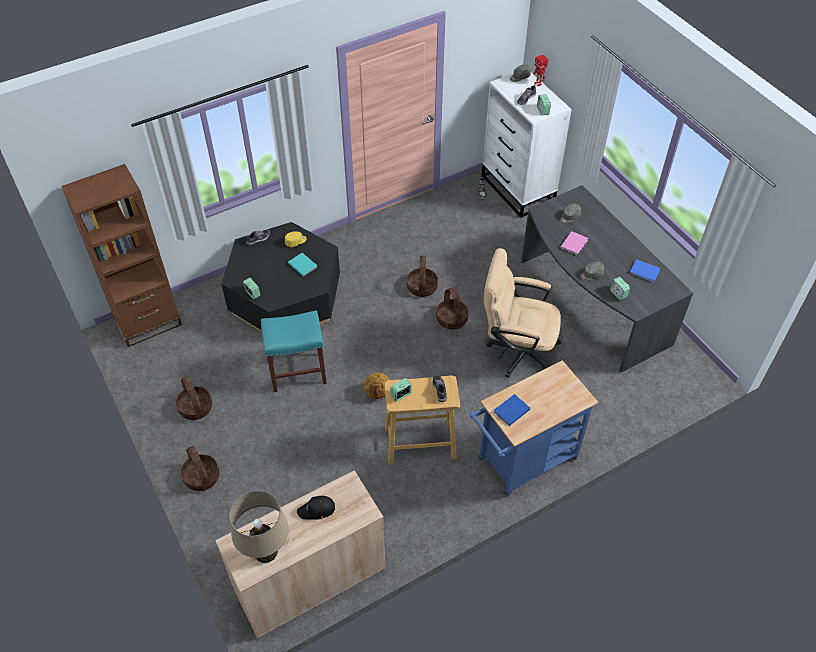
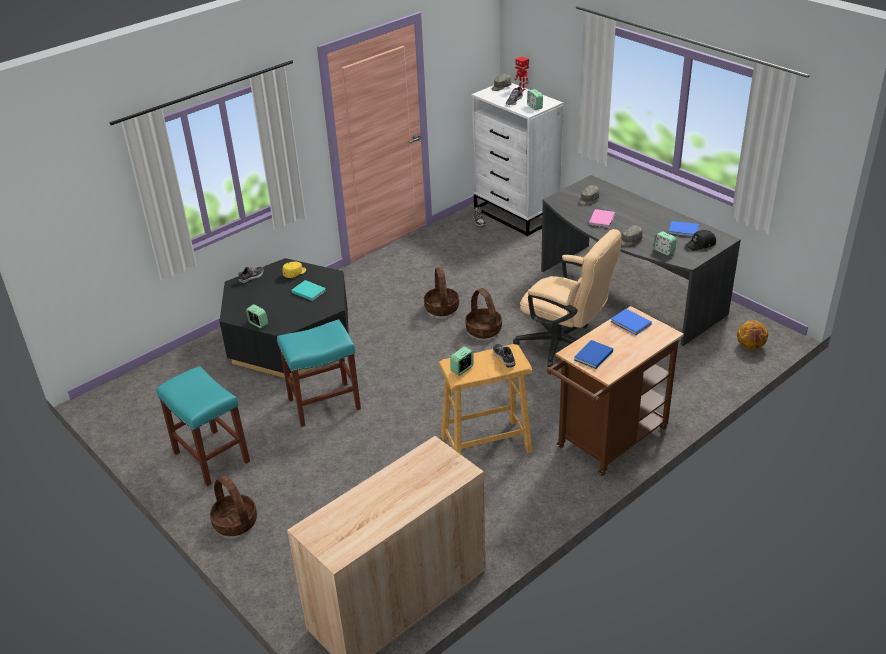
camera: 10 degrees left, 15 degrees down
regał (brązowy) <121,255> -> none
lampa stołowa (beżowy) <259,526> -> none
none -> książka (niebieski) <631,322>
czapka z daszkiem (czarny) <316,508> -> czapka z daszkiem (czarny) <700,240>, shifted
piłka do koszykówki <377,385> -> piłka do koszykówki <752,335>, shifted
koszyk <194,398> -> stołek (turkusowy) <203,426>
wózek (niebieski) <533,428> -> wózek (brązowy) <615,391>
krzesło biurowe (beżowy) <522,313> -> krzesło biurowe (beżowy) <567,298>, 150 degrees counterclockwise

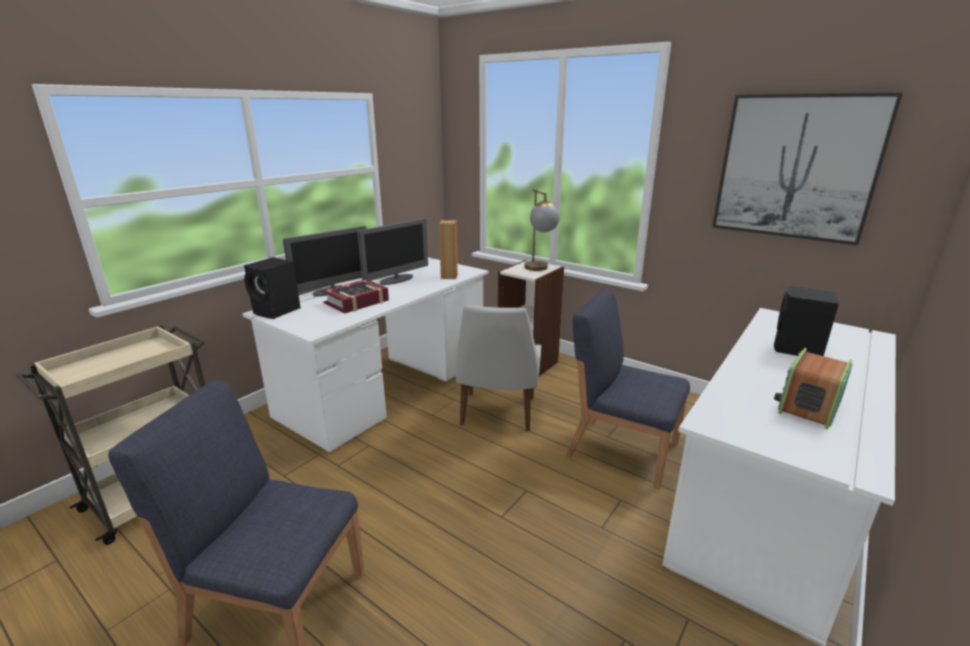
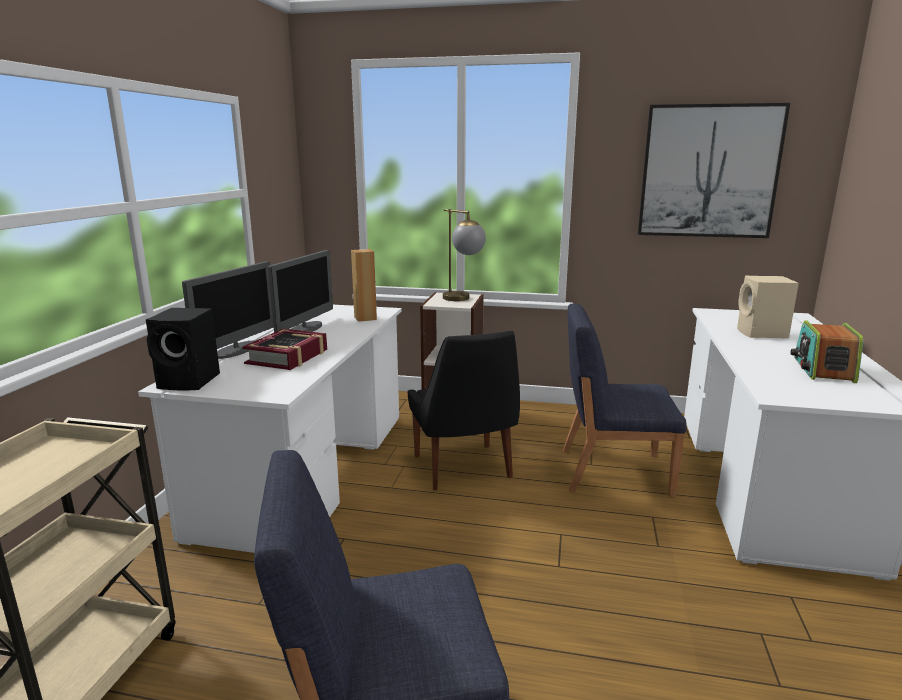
camera: 25 degrees left, 5 degrees down
krzesło (biały) <498,368> -> krzesło (czarny) <464,410>
głośnik (czarny) <806,321> -> głośnik (beżowy) <768,306>

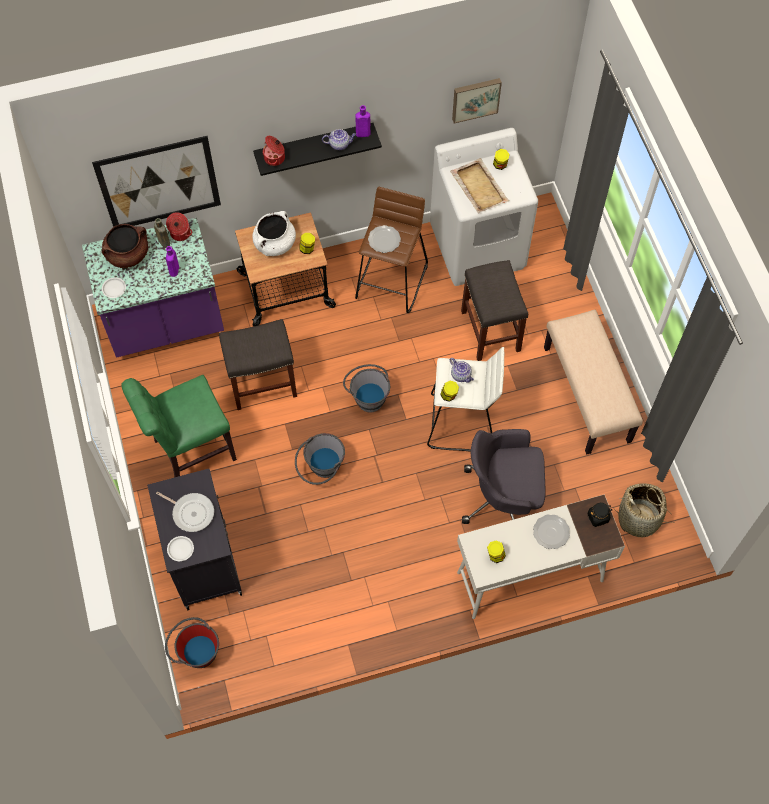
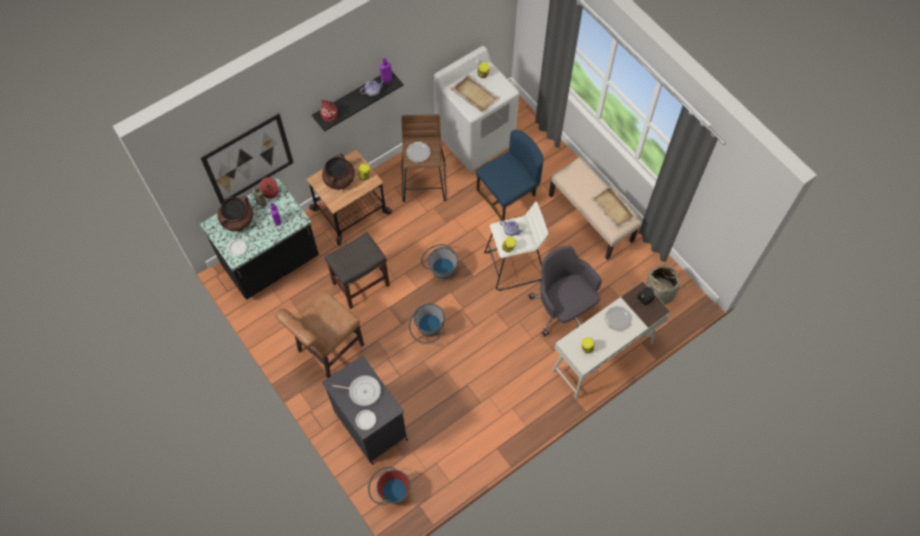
camera: 20 degrees left, 0 degrees up
obraz <477,101> -> none
none -> taca (beżowy) <614,207>
stołek (szary) <494,310> -> krzesło (niebieski) <509,175>
zabudowa kuchenna (fioletowy) <153,288> -> zabudowa kuchenna (czarny) <259,239>
krzesło (zielony) <179,426> -> krzesło (brązowy) <319,334>
garnek (biały) <274,233> -> garnek (brązowy) <338,171>
krzesło biurowe (szary) <504,476> -> krzesło biurowe (szary) <565,291>, 75 degrees clockwise

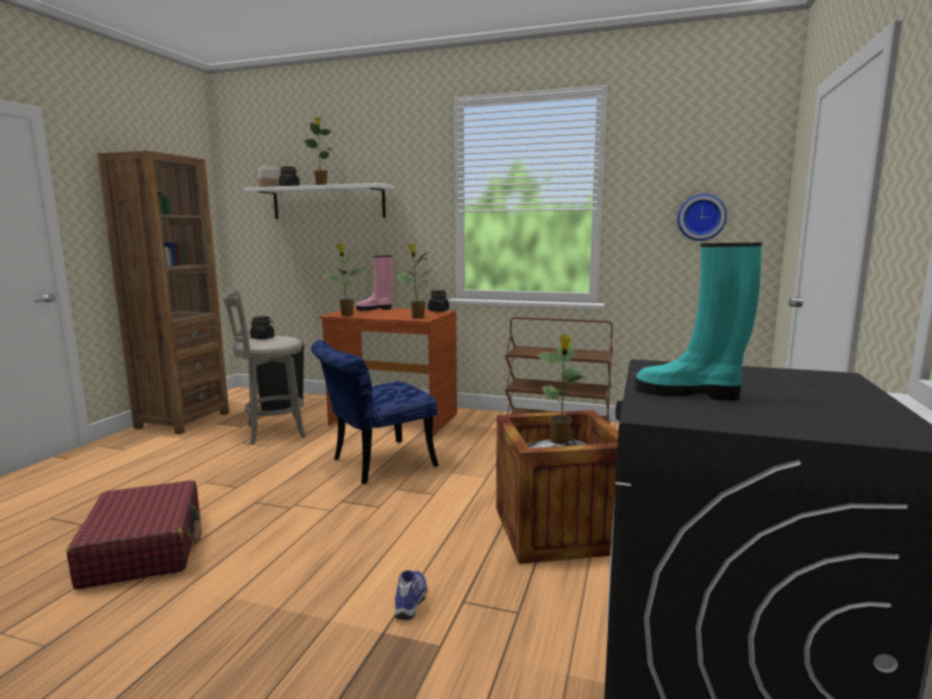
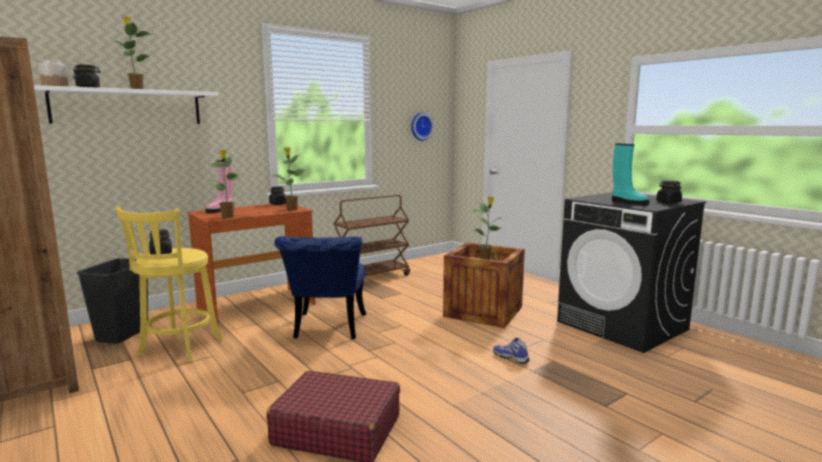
camera: 55 degrees left, 0 degrees up
none -> słoik (czarny) <669,191>
stołek (szary) <264,367> -> stołek (żółty) <169,284>
but z cholewką (turkusowy) <698,321> -> but z cholewką (turkusowy) <630,174>, 90 degrees counterclockwise

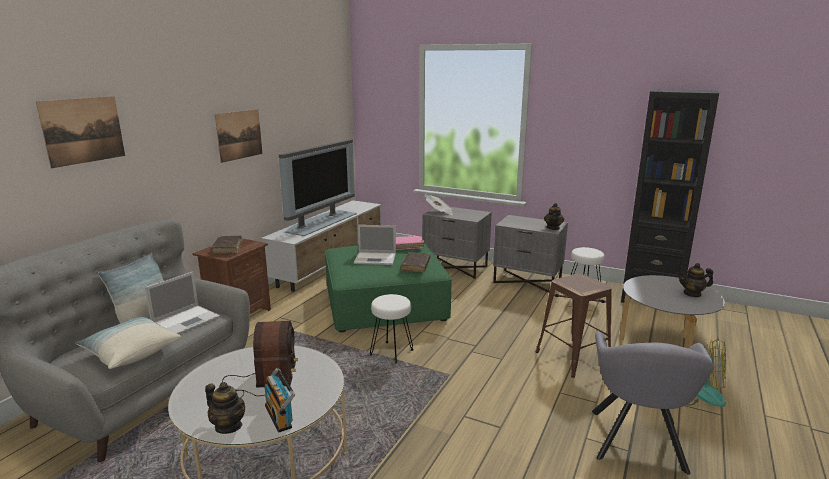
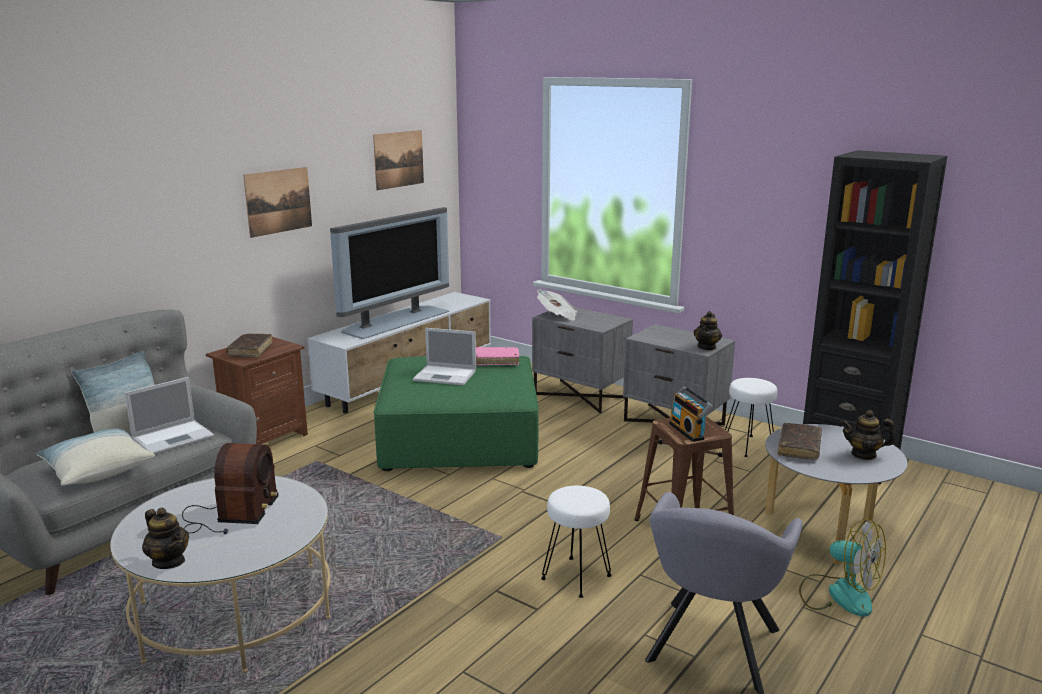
camera: 10 degrees right, 0 degrees up
obraz <80,132> -> obraz <398,160>, shifted
radio <279,400> -> radio <690,414>, shifted
stołek (biały) <392,328> -> stołek (biały) <576,542>, shifted
książka (brązowy) <415,262> -> książka (brązowy) <799,441>, shifted

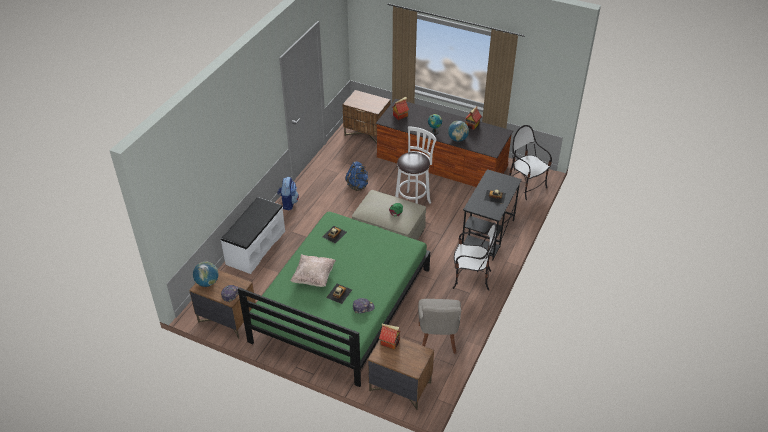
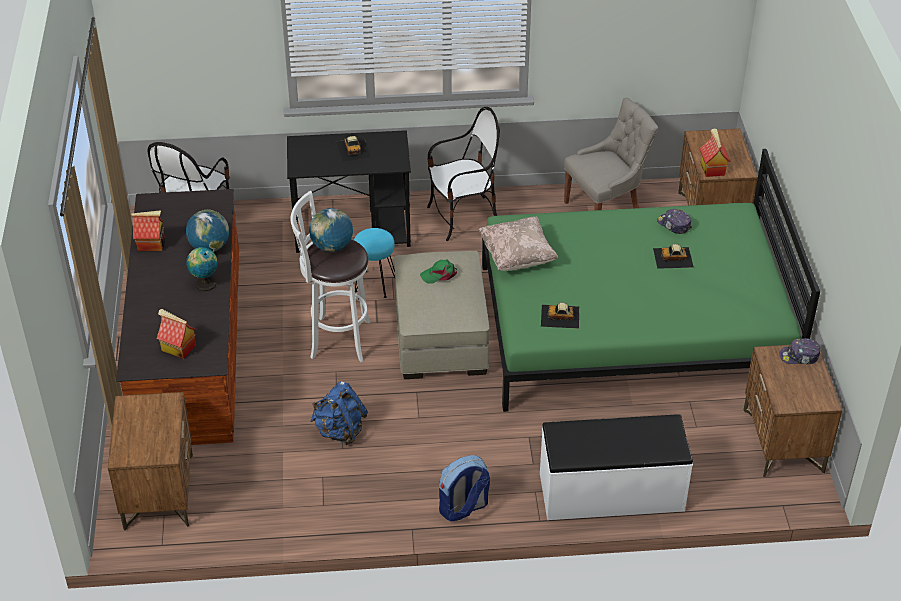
camera: 120 degrees left, 0 degrees up
none -> stołek (turkusowy) <374,263>
globus <205,274> -> globus <331,230>, shifted
poduszka (beżowy) <313,270> -> poduszka (beżowy) <518,243>, shifted
krzesło <474,257> -> krzesło <463,174>, 90 degrees clockwise

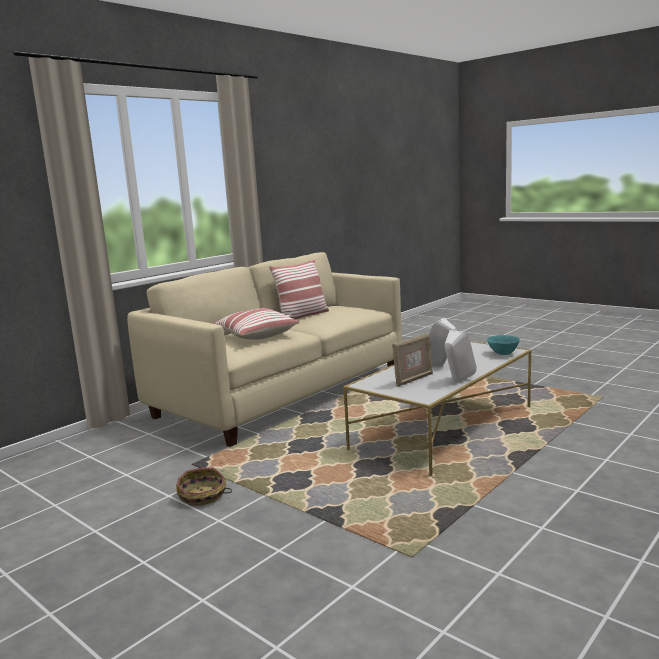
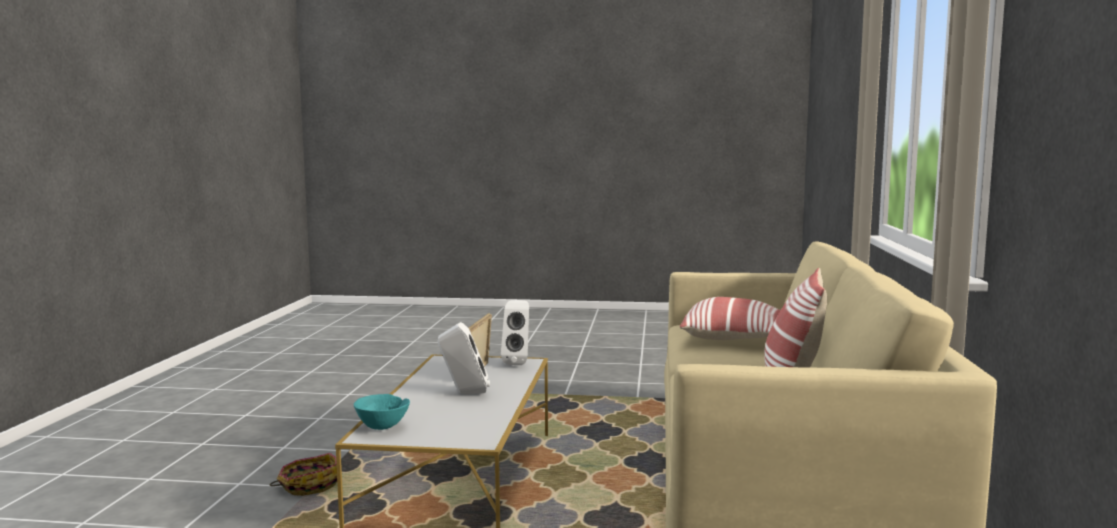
camera: 145 degrees right, 5 degrees down
koszyk <204,487> -> koszyk <303,474>, shifted
głośnik (biały) <460,356> -> głośnik (biały) <515,332>, shifted

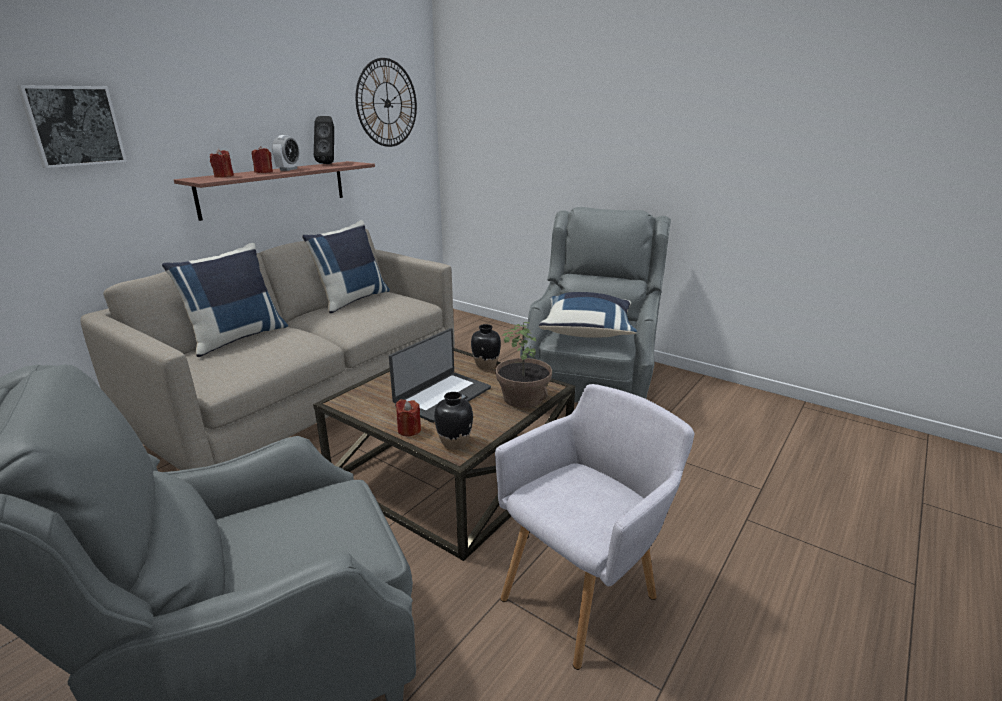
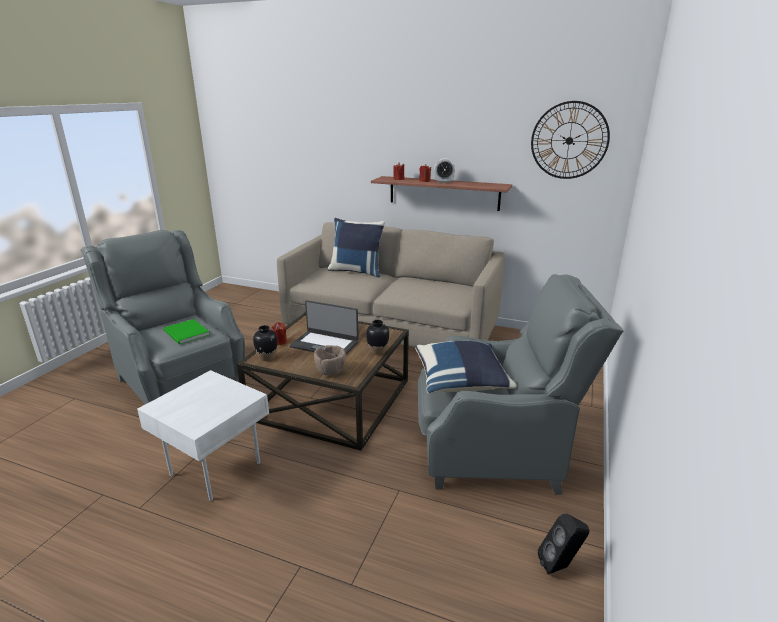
camera: 75 degrees right, 0 degrees up
obraz <72,126> -> none
poduszka (niebieski) <346,267> -> none
none -> książka (zielony) <187,332>
głośnik (czarny) <324,140> -> głośnik (czarny) <563,544>, shifted
roślina doniczkowa <523,365> -> miska (brązowy) <330,360>
fotel (szary) <594,527> -> stolik (biały) <203,435>

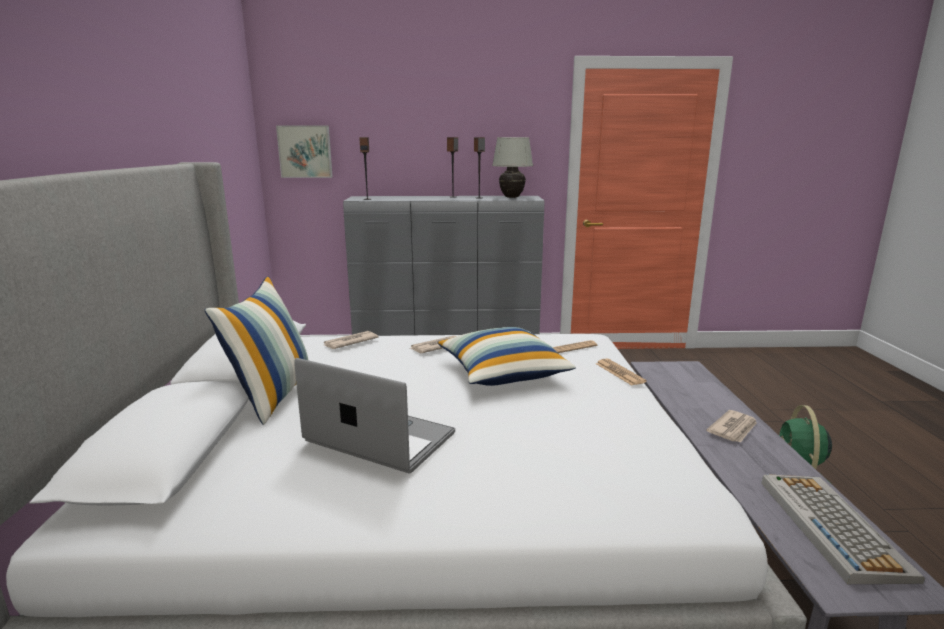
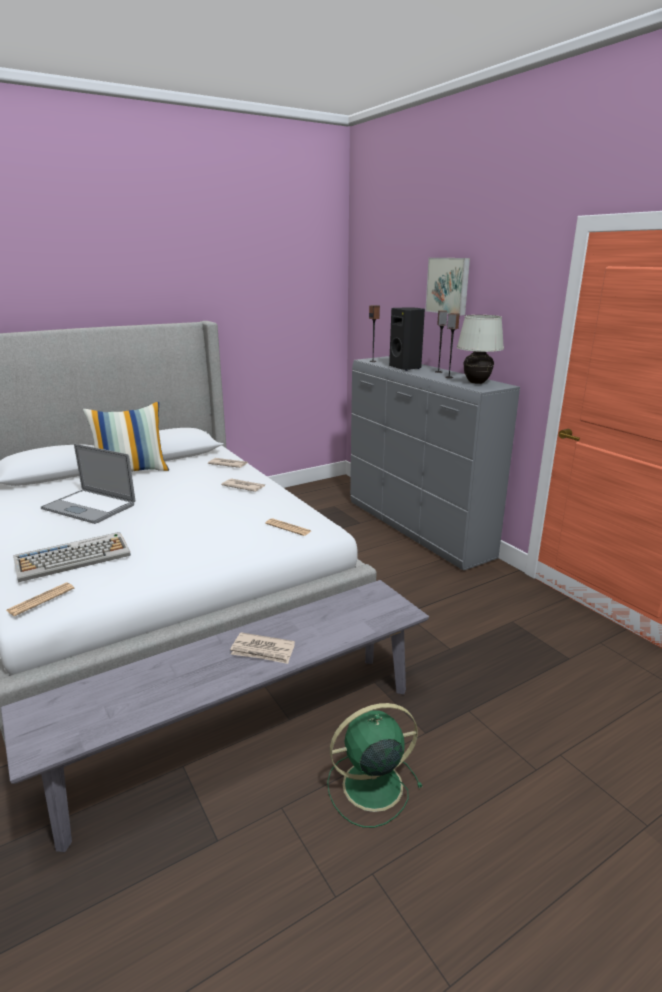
camera: 60 degrees right, 5 degrees up
poduszka <506,356> -> none
none -> głośnik (czarny) <407,339>
obraz <304,151> -> obraz <447,286>, shifted
gazeta <621,372> -> gazeta <40,599>, shifted
klawiatura <843,529> -> klawiatura <72,557>, shifted
laptop <374,416> -> laptop <88,484>, 120 degrees clockwise

